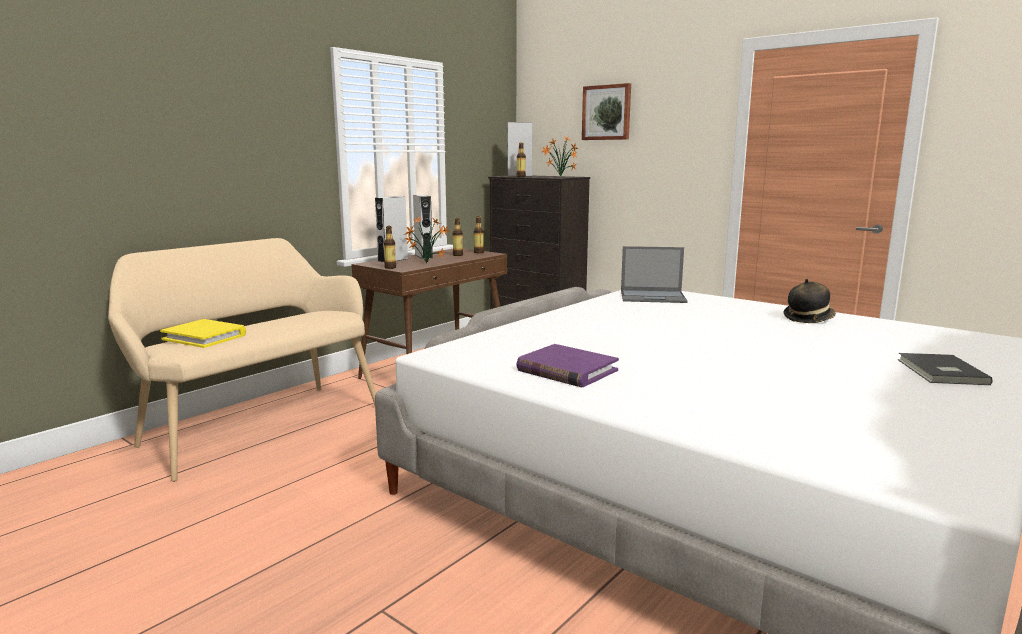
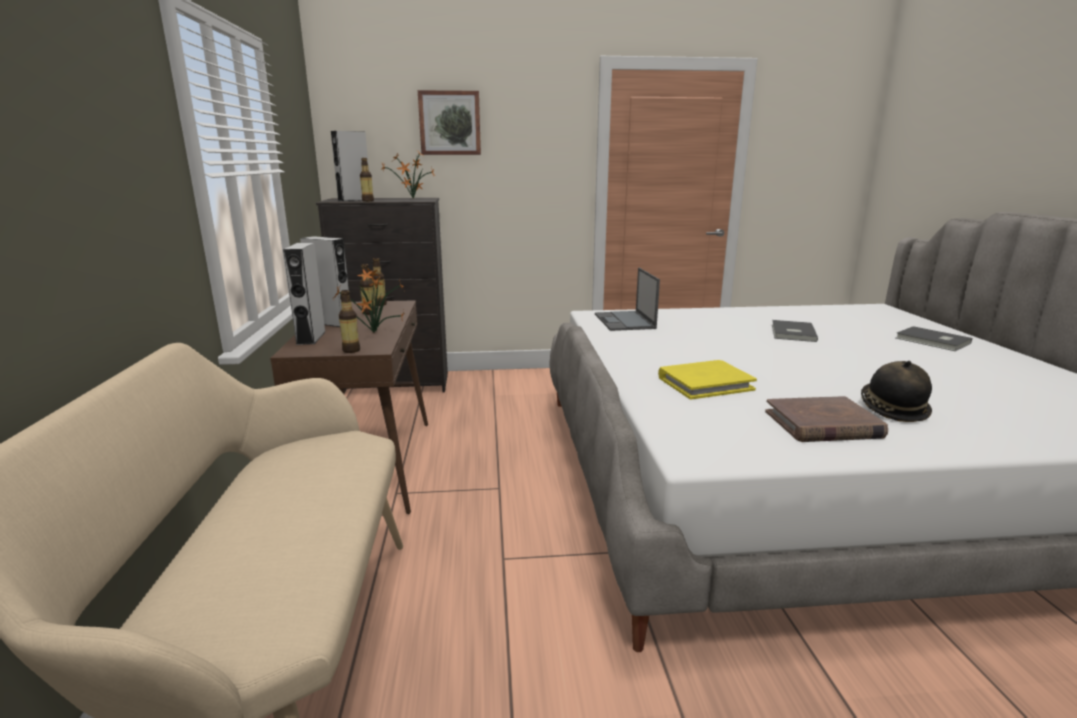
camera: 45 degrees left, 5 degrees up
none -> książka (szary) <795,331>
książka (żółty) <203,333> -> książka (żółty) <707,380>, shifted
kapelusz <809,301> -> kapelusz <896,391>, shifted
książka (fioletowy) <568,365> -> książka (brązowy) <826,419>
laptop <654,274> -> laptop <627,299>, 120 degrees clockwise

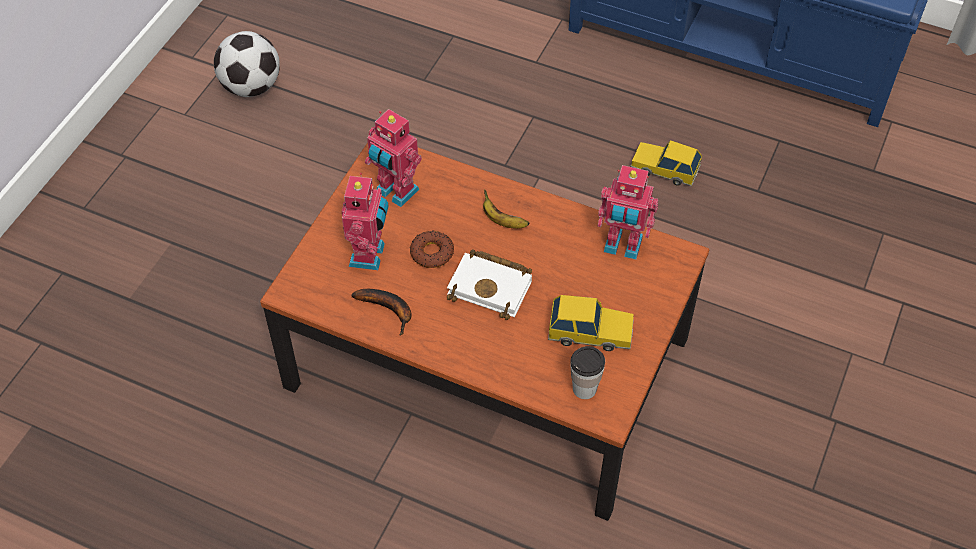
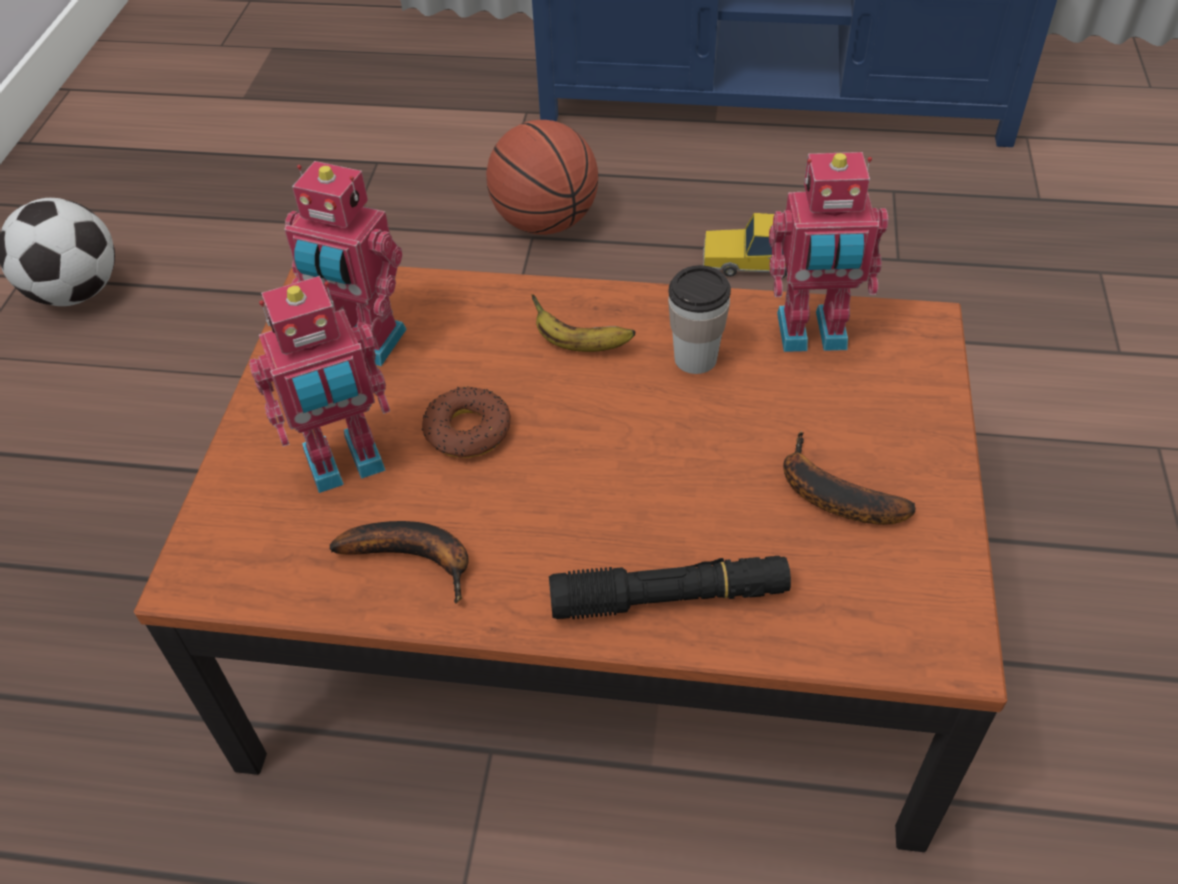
camera: 15 degrees left, 5 degrees down
książka (biały) <489,284> -> none
none -> piłka do koszykówki <542,177>
none -> latarka (czarny) <670,587>
filiżanka <587,372> -> filiżanka <699,319>, shifted
samochodzik <591,323> -> banan <849,478>
robot zabawkowy <365,221> -> robot zabawkowy <319,384>, 75 degrees clockwise

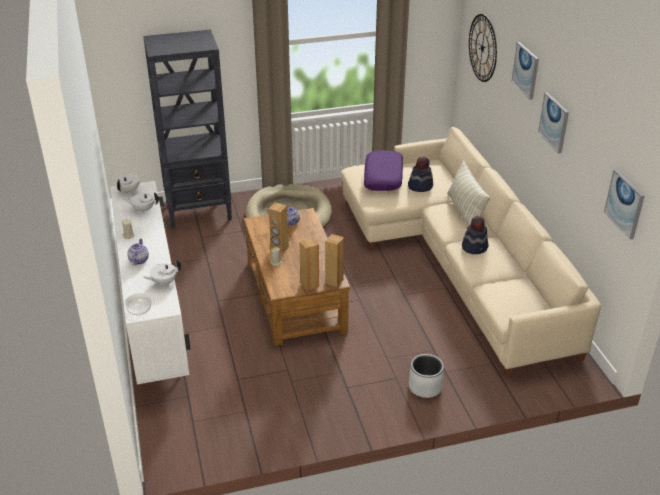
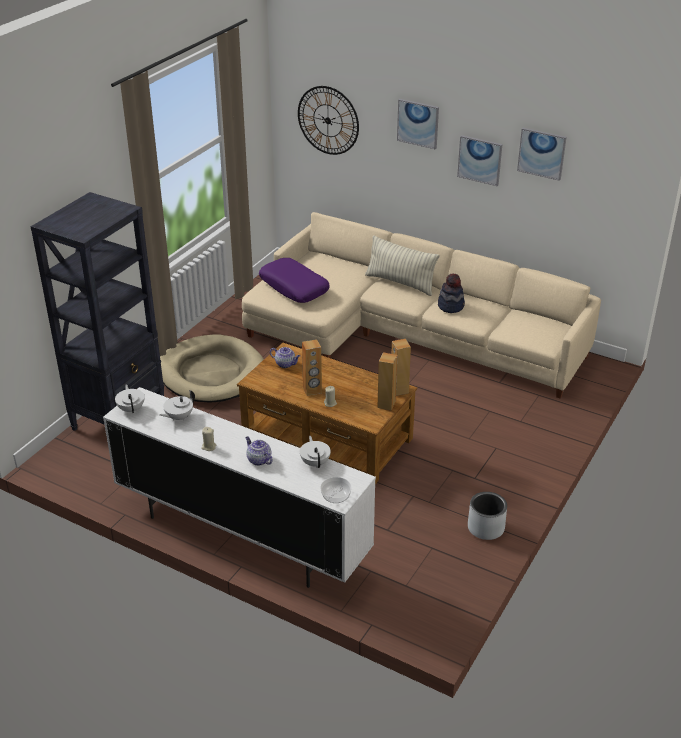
camera: 45 degrees left, 0 degrees up
kapelusz <420,174> -> none
donica (szary) <426,376> -> donica (szary) <487,516>, shifted
obraz <624,204> -> obraz <542,154>, shifted
imbryk (biały) <162,272> -> imbryk (biały) <315,452>, 150 degrees clockwise

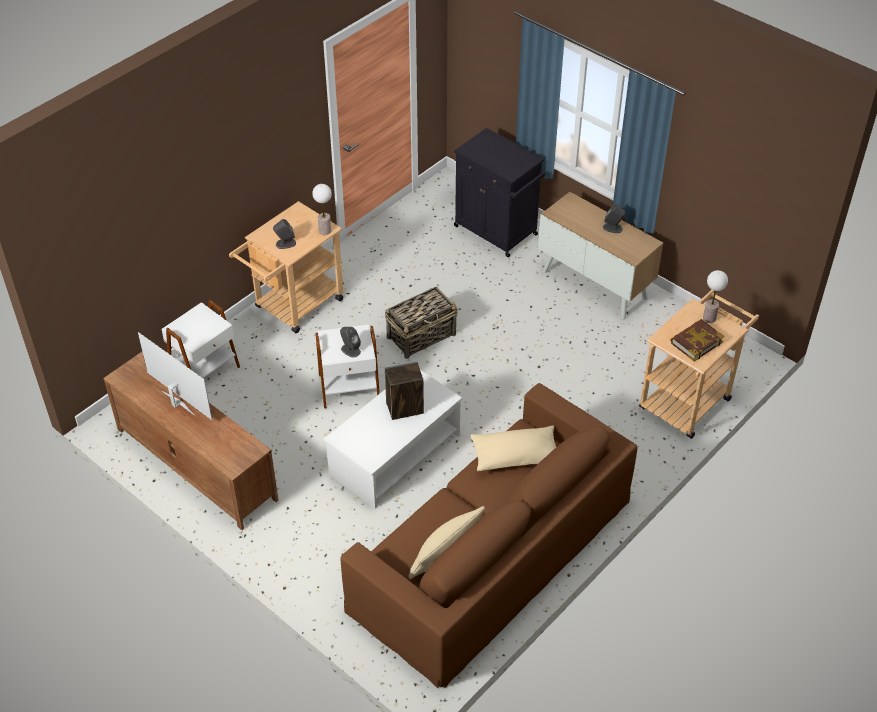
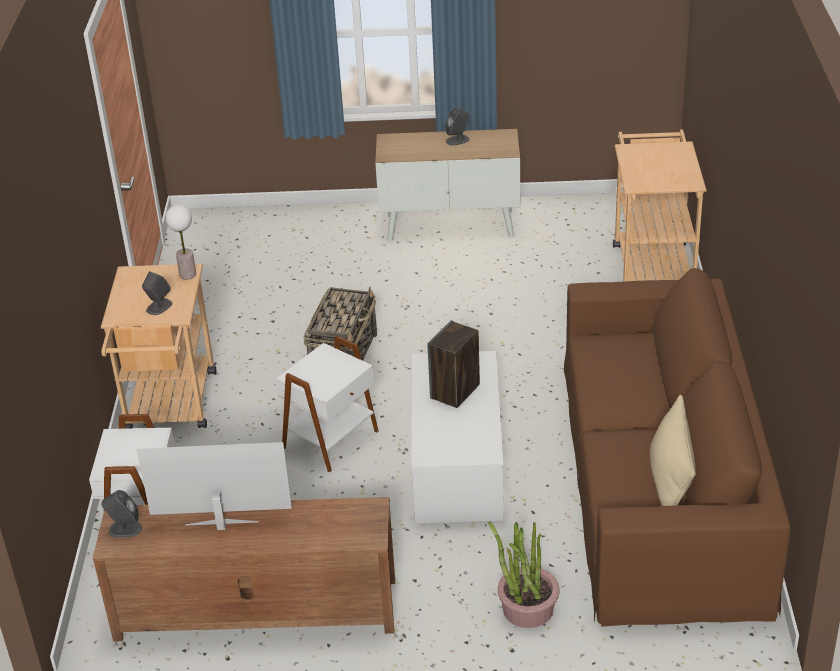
camera: 40 degrees left, 10 degrees down
szafka (czarny) <499,192> -> none
poduszka (beżowy) <513,448> -> none
książka <697,340> -> none
lampa stołowa <715,296> -> none
none -> roślina doniczkowa <523,575>
głośnik (szary) <350,342> -> głośnik (szary) <122,514>, shifted

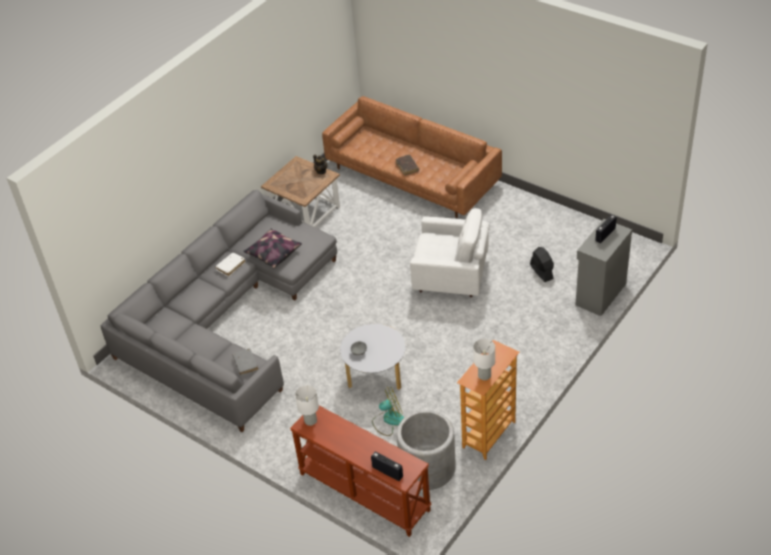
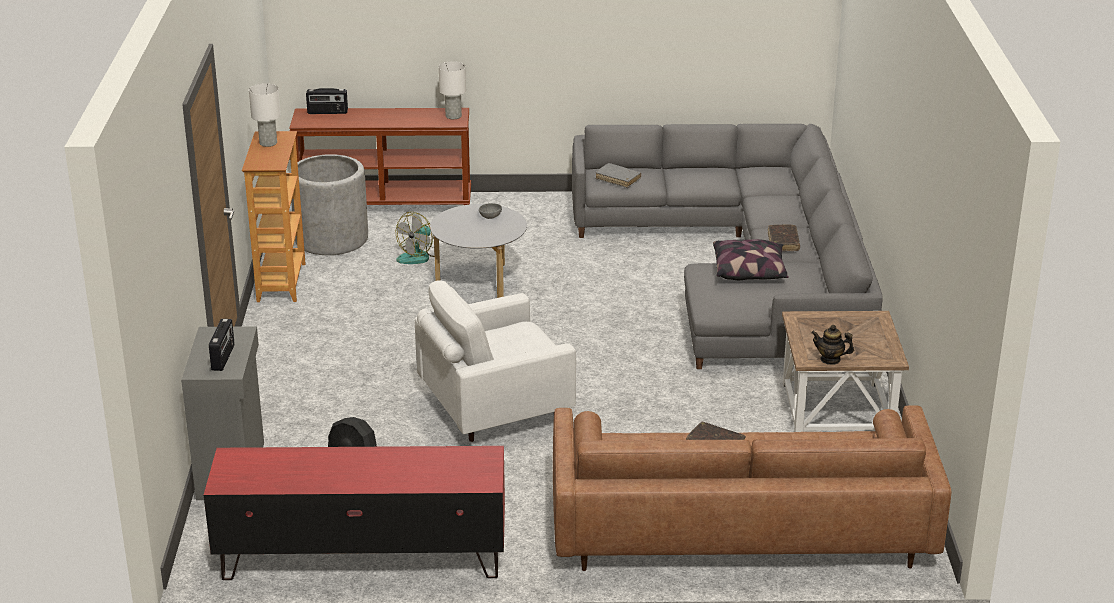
camera: 140 degrees right, 15 degrees down
none -> szafka pod telewizor (czerwony) <354,513>
książka (biały) <230,265> -> książka (brązowy) <784,238>

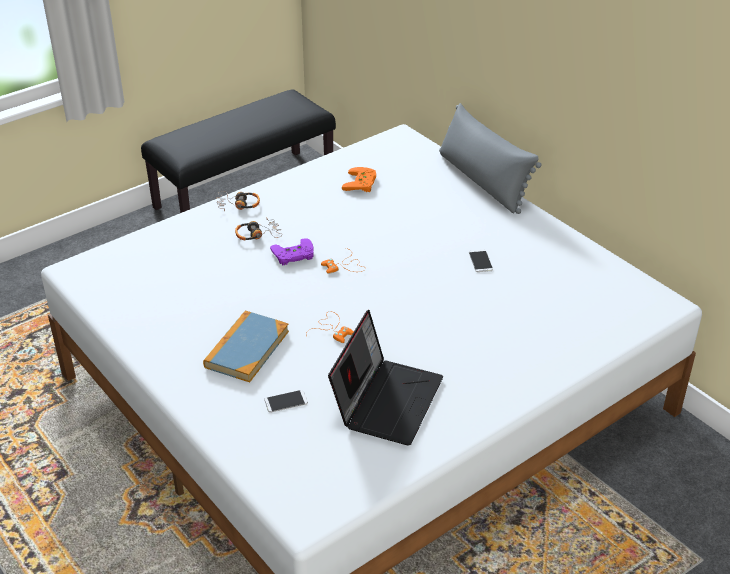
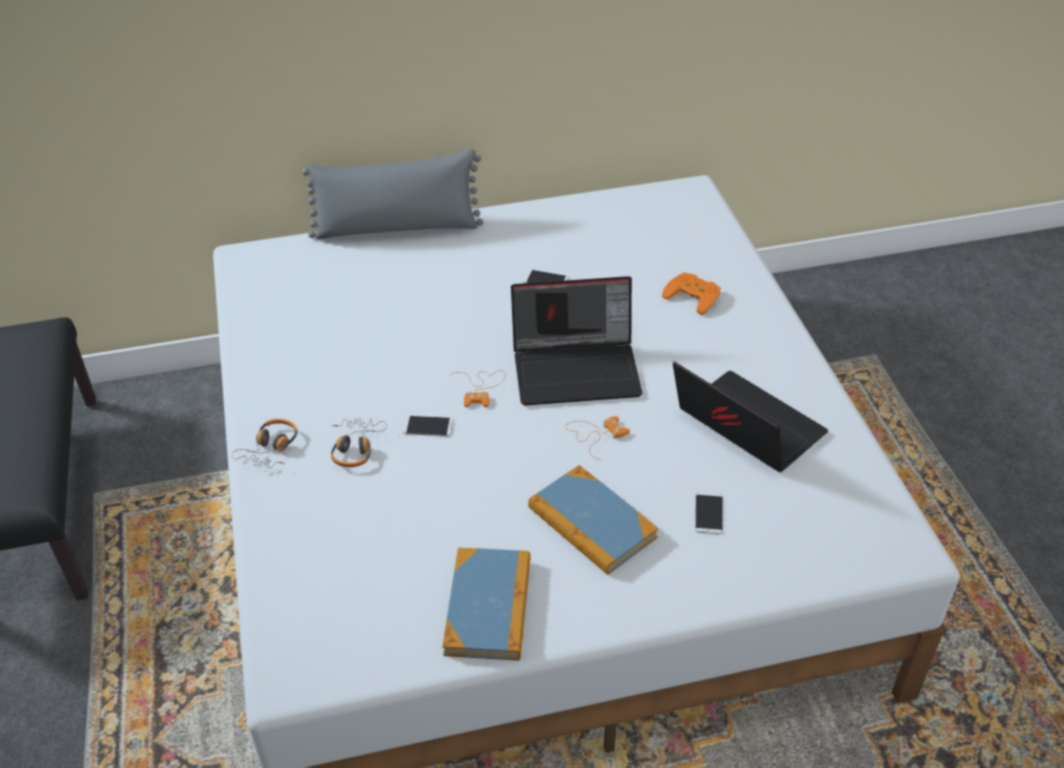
camera: 65 degrees left, 5 degrees up
none -> książka <486,604>
none -> laptop <576,340>
pad do gier (pomarańczowy) <359,179> -> pad do gier (pomarańczowy) <691,293>, shifted
pad do gier (fioletowy) <292,252> -> telefon <428,426>

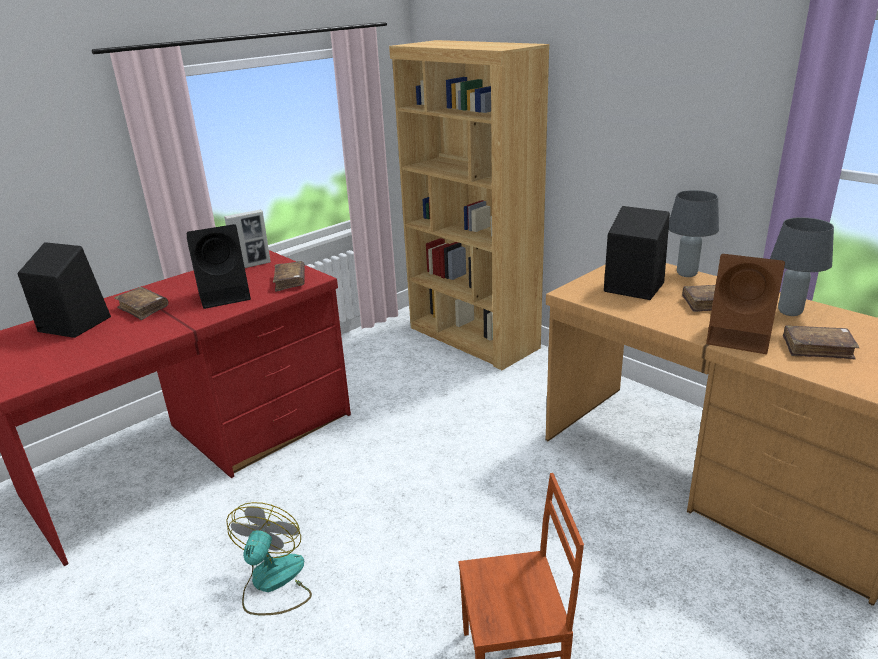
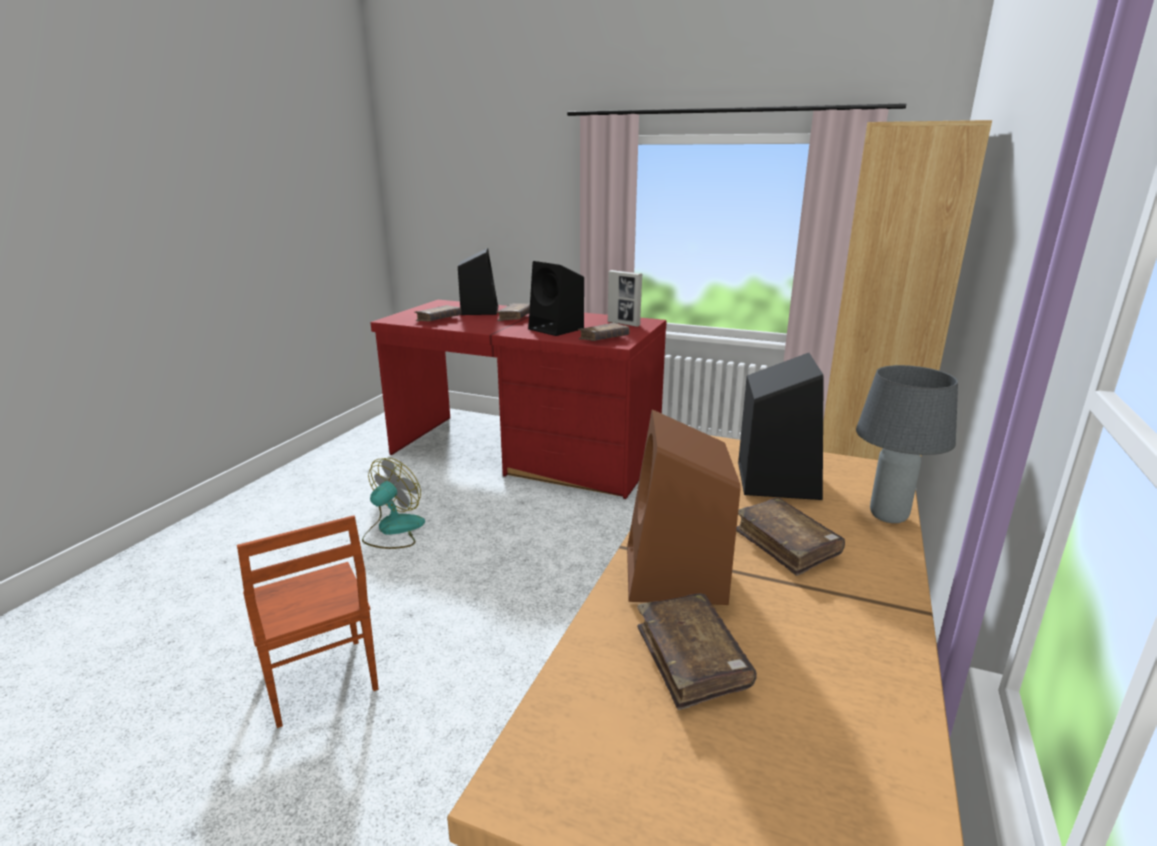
camera: 65 degrees right, 5 degrees down
lampa stołowa (szary) <802,266> -> none
none -> książka (brązowy) <437,313>
wentylator <269,558> -> wentylator <393,503>, 45 degrees counterclockwise

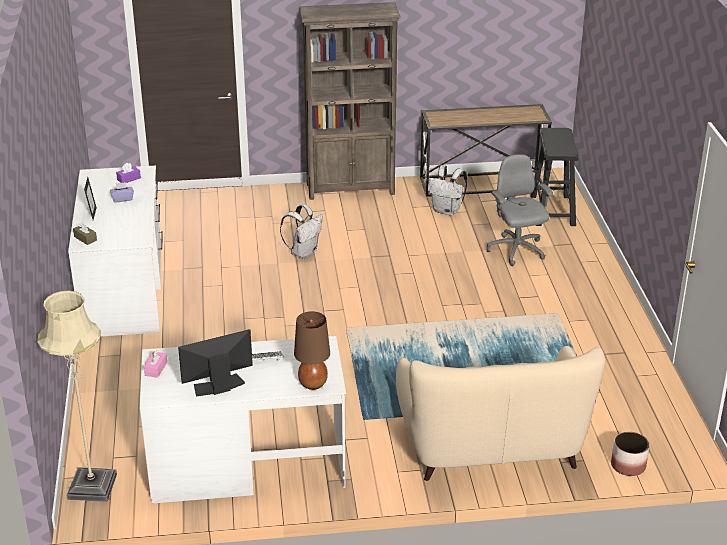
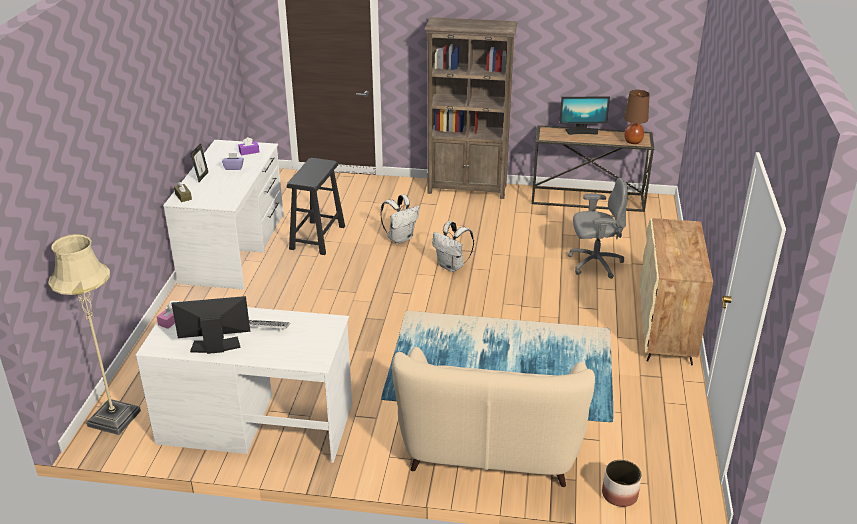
camera: 15 degrees right, 0 degrees up
none -> monitor <584,115>
none -> szafka (beżowy) <676,291>
lampa stołowa (brązowy) <312,350> -> lampa stołowa (brązowy) <637,117>, shifted
plecak (biały) <447,190> -> plecak (biały) <453,246>, shifted
stołek (czarny) <554,177> -> stołek (czarny) <316,206>, shifted
krzesło biurowe (szary) <520,210> -> krzesło biurowe (szary) <598,228>, 90 degrees clockwise

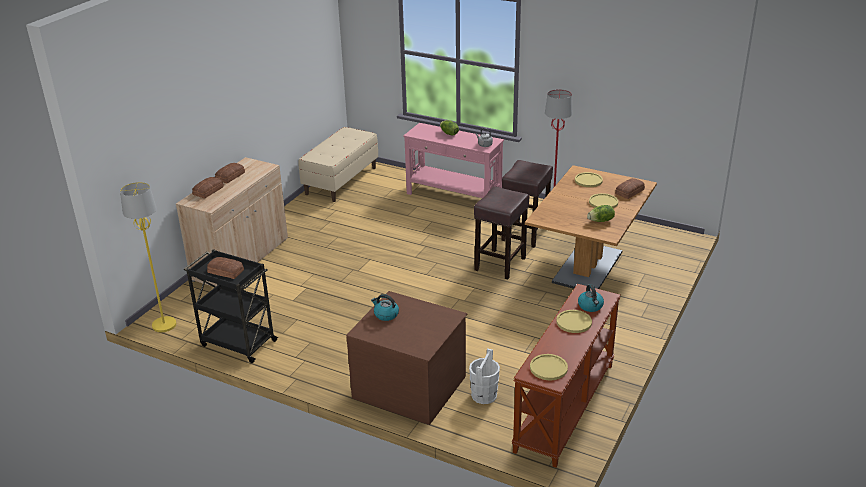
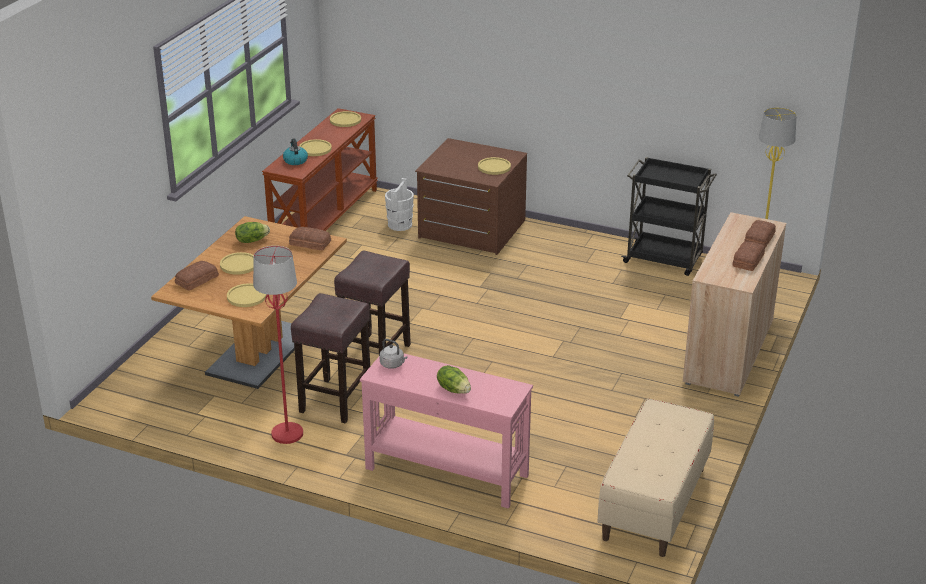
camera: 175 degrees right, 0 degrees up
chleb <225,268> -> chleb <310,238>, shifted
czajnik <385,307> -> talerz (żółty) <494,166>

